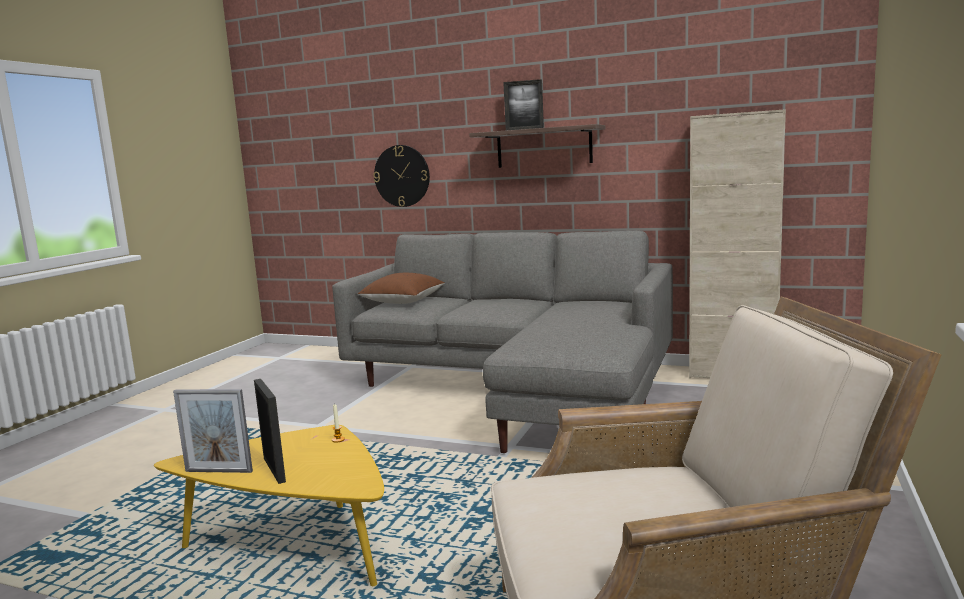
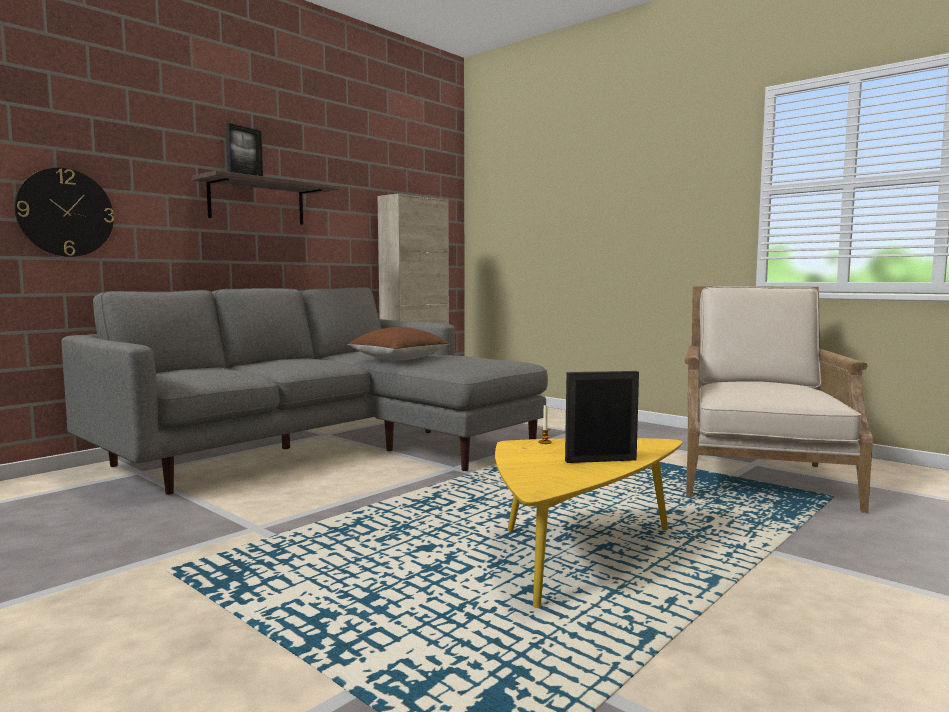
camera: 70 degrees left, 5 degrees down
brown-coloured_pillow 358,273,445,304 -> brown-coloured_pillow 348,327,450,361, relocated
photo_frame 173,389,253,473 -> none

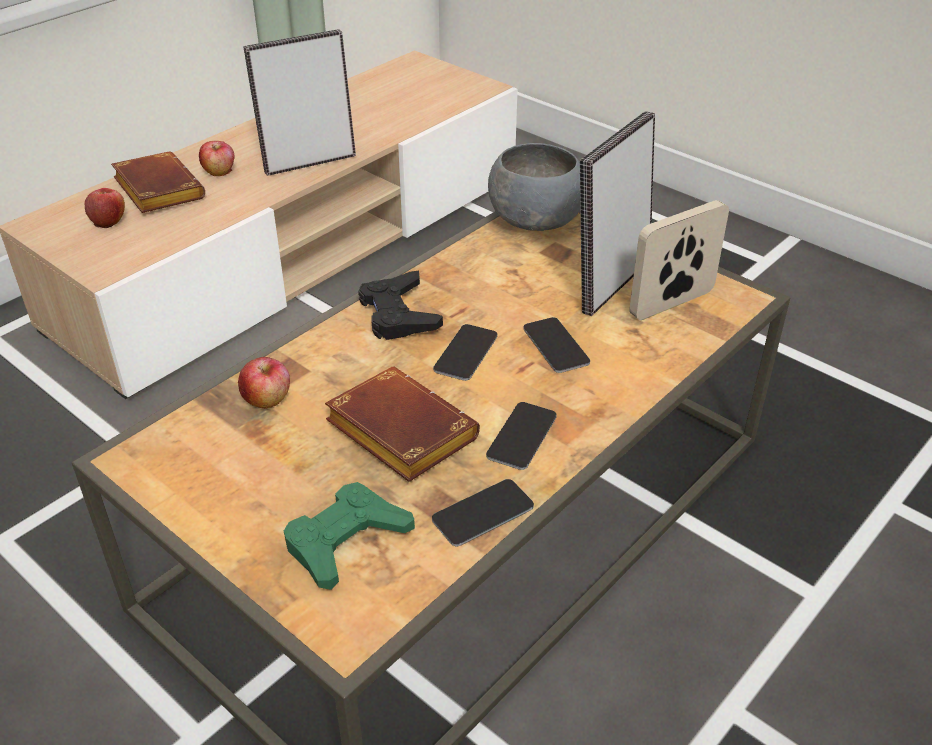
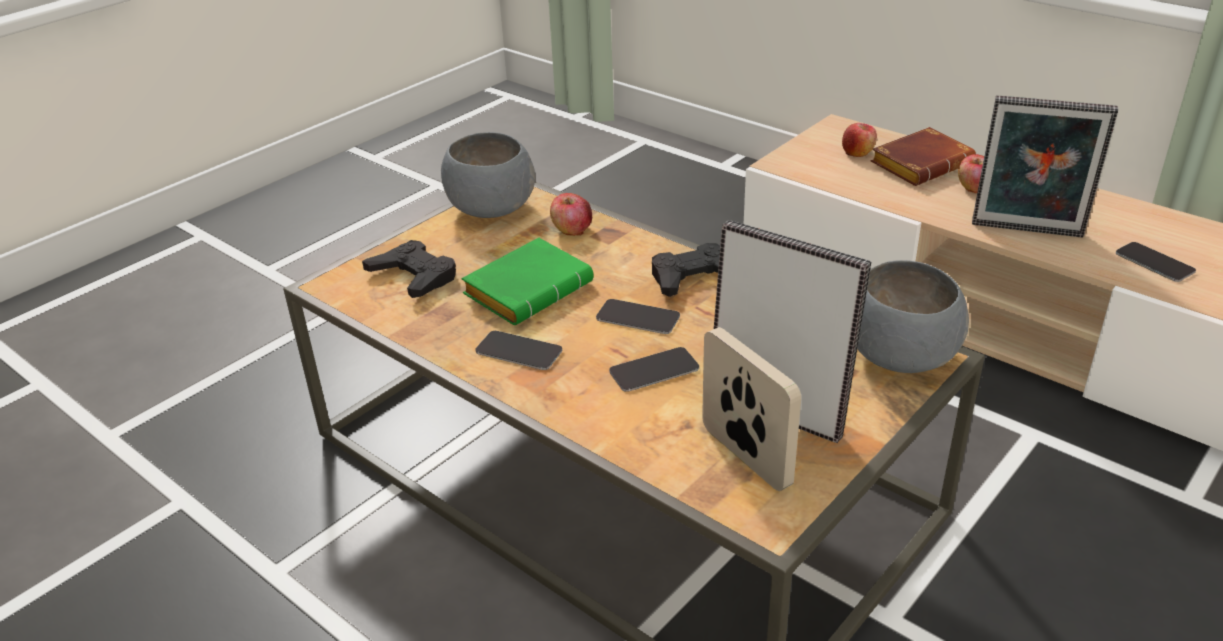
camera: 90 degrees right, 5 degrees down
photo_frame 244,29,356,176 -> photo_frame 972,96,1118,238, 135 degrees clockwise
brown-coloured_volume 325,367,480,482 -> green-coloured_volume 461,238,594,325
handset 432,479,534,546 -> handset 1116,242,1196,282, relocated
green-coloured_joypad 284,482,415,590 -> black-coloured_joypad 362,240,456,298
none -> gray_deep_dish 441,132,535,218

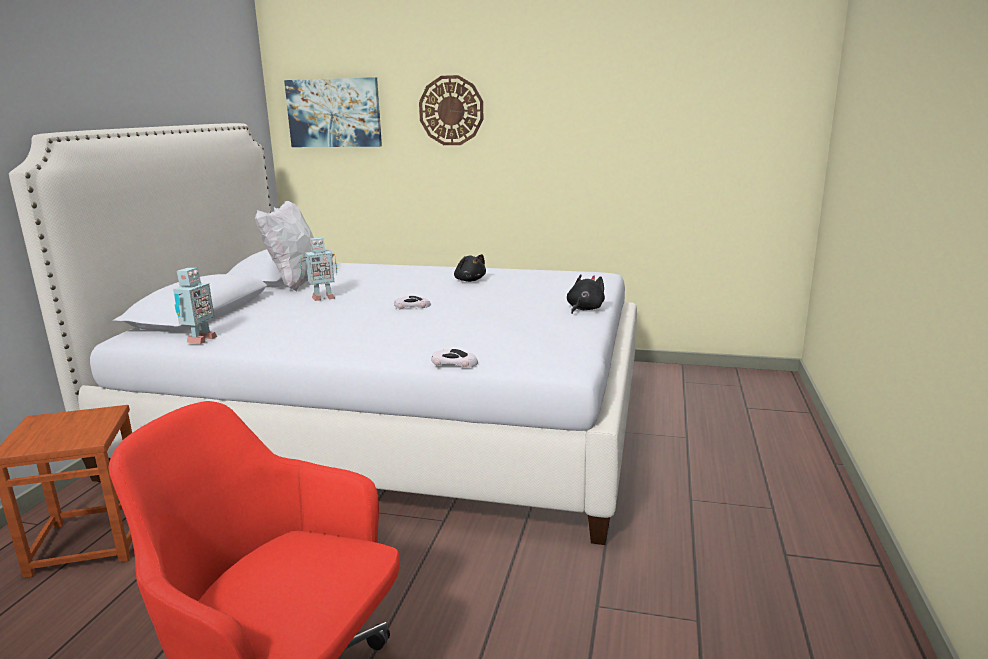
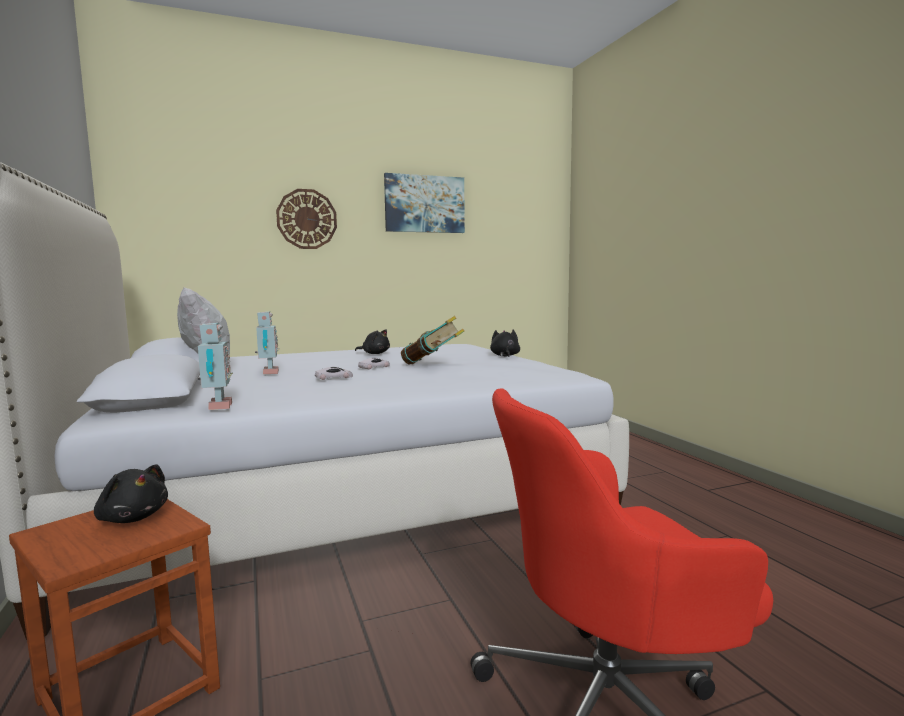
camera: 35 degrees left, 10 degrees down
picture 284,77,382,147 -> picture 384,173,465,233, relocated
robot_figure 300,237,337,301 -> robot_figure 255,312,280,374, 45 degrees counterclockwise
whitish_toy_car 431,349,478,367 -> whitish_toy_car 315,367,353,380, relocated
none -> volume 401,316,464,364
none -> black-coloured_soft_toy 94,464,168,523

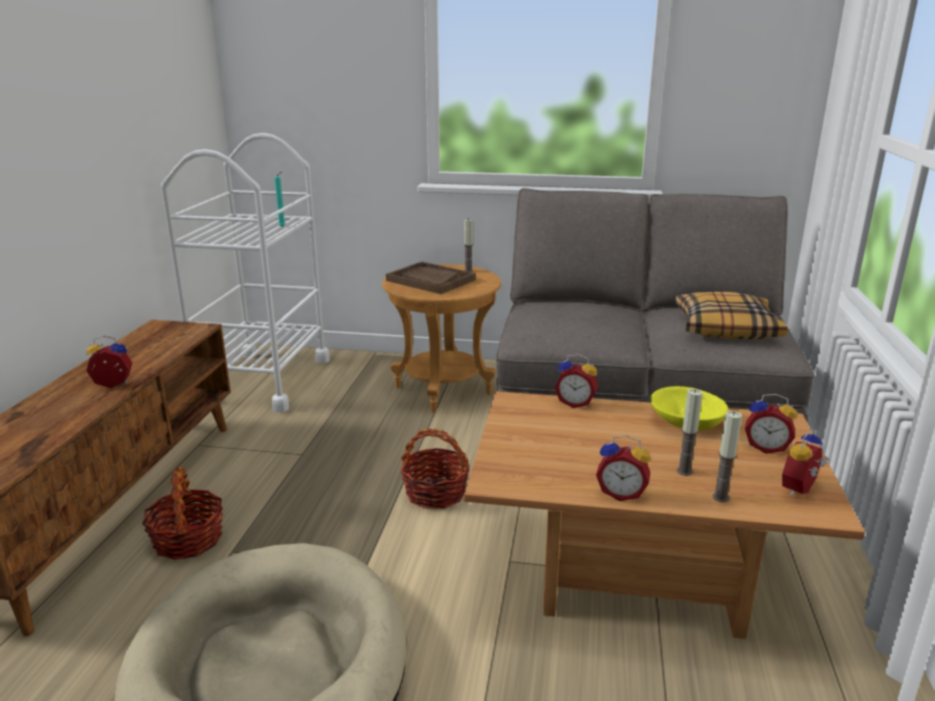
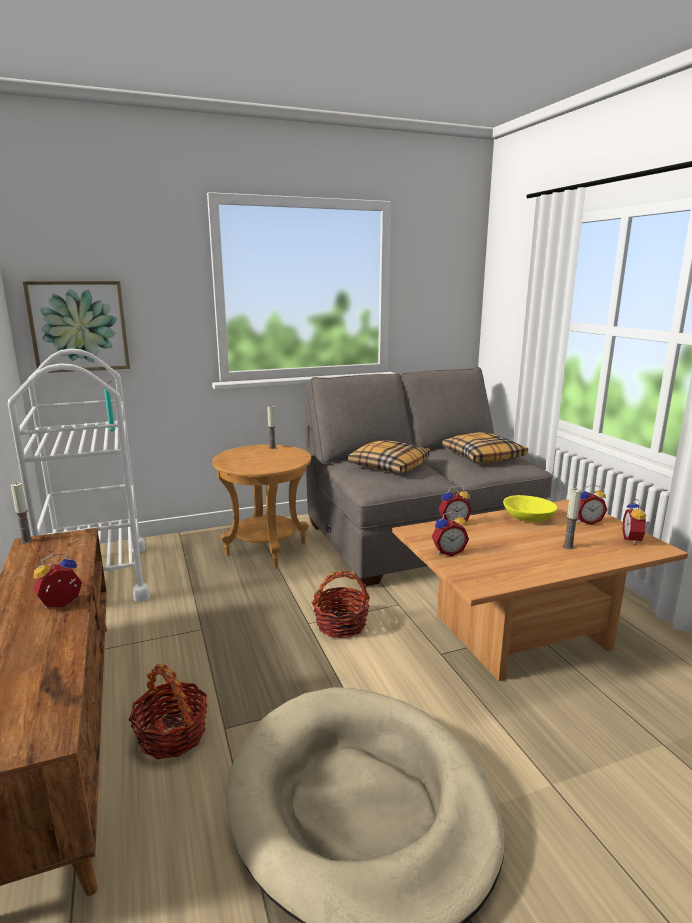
camera: 30 degrees left, 5 degrees down
brown-coloured_carrying_tray 386,262,476,294 -> none
wax_light 712,411,742,502 -> wax_light 11,482,33,543, relocated
bedside_clock 596,435,651,501 -> bedside_clock 432,511,469,556, relocated
none -> picture 22,281,130,373
none -> pillow 348,440,430,473

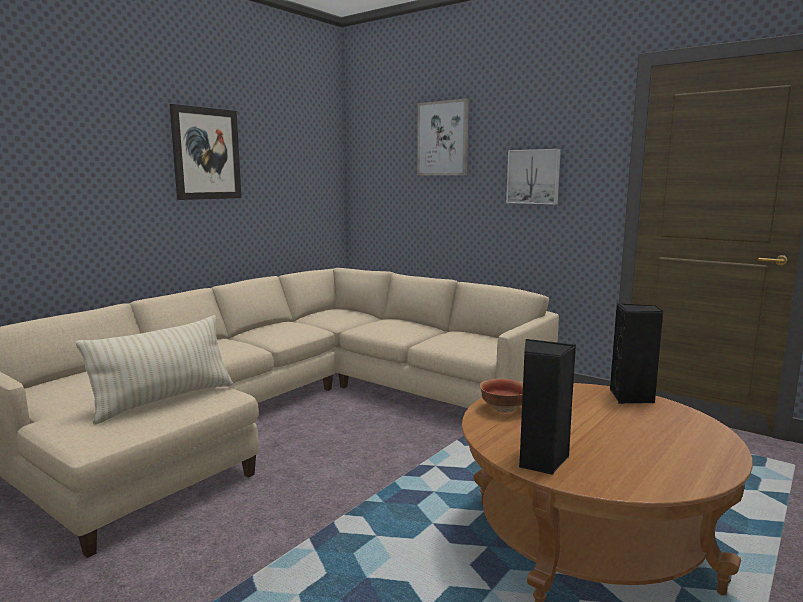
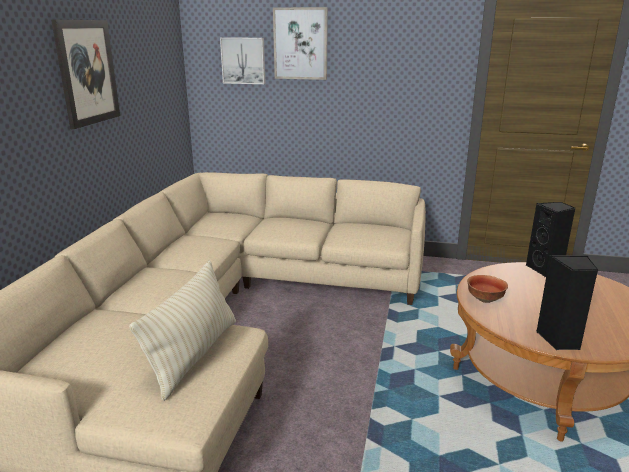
camera: 25 degrees left, 10 degrees up
picture 506,149,561,204 -> picture 220,37,266,84, relocated

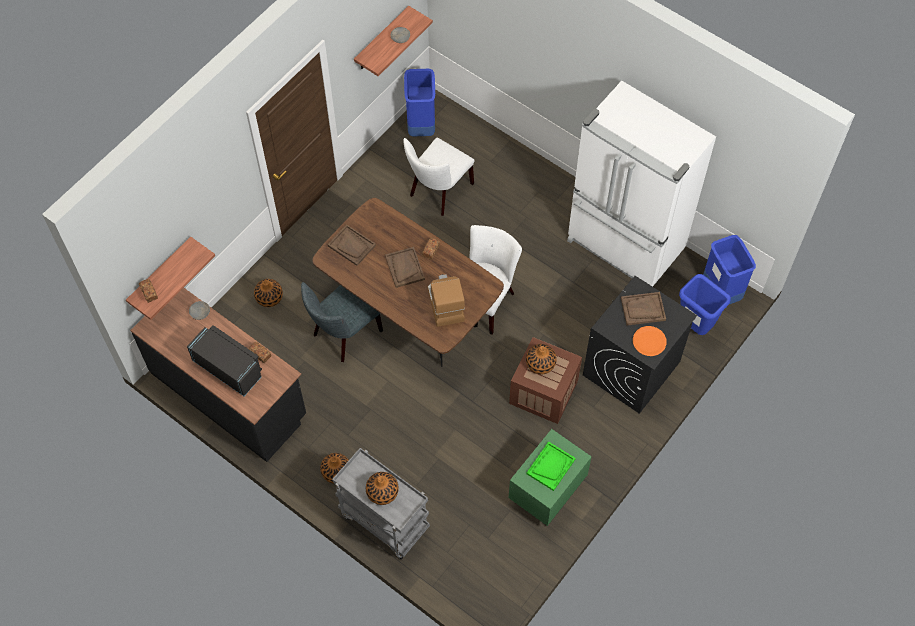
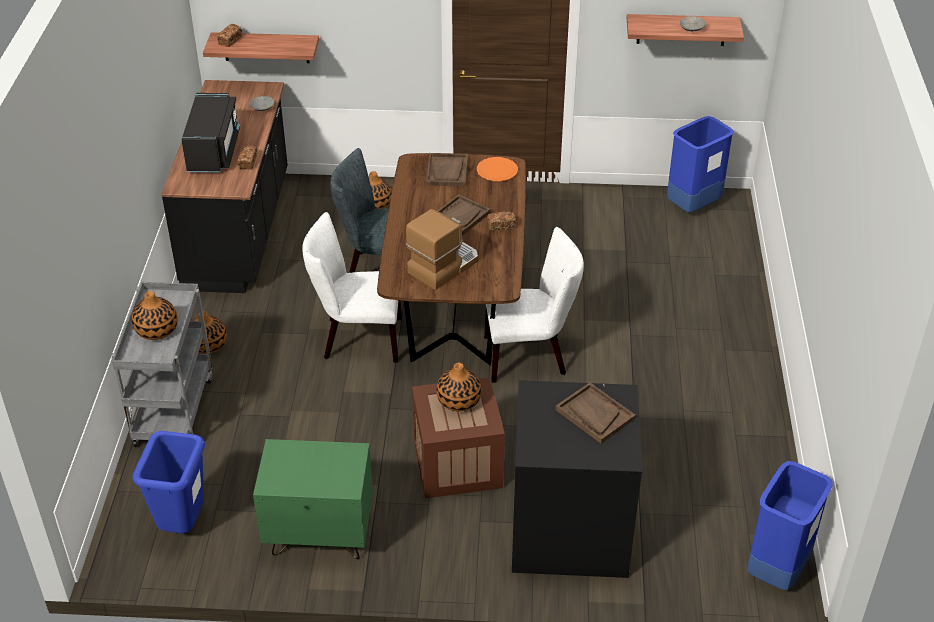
camera: 55 degrees right, 20 degrees down
whitish_kitchen_fridge 567,81,716,287 -> none
whitish_plain_chair 403,138,474,216 -> whitish_plain_chair 302,212,402,363, relocated
bluish_waste_bin 679,274,731,335 -> bluish_waste_bin 133,431,205,533, relocated
orange_flat_dish 633,326,667,356 -> orange_flat_dish 477,157,518,181, relocated
green-coloured_carrying_tray 526,441,576,491 -> none

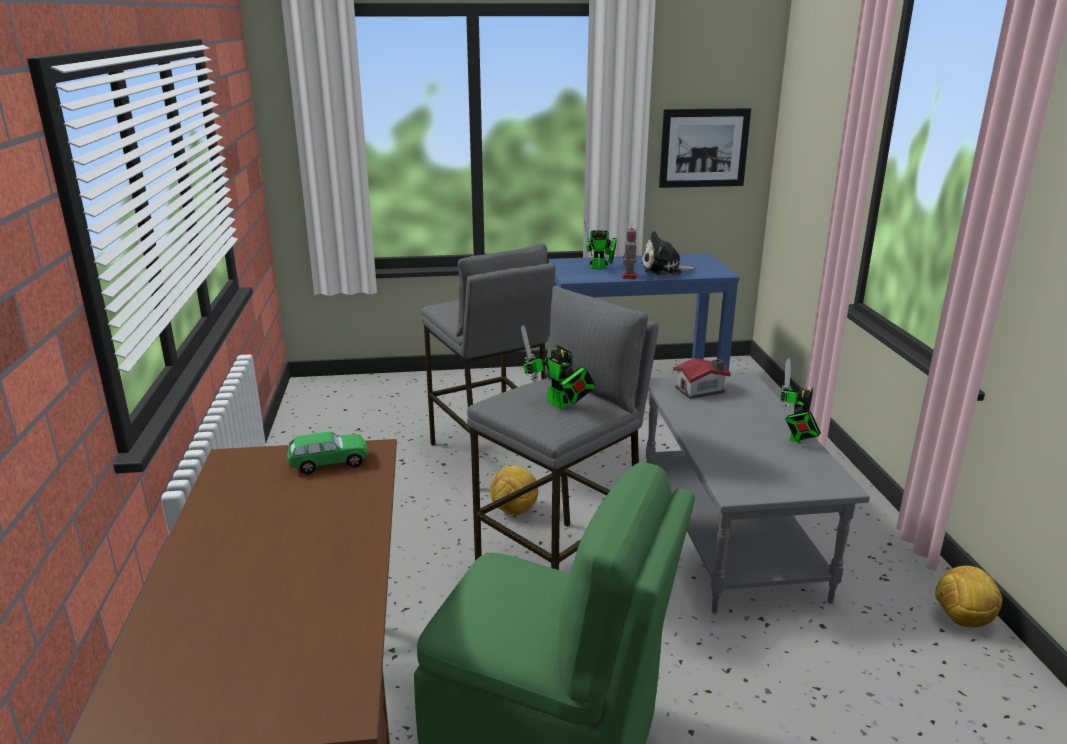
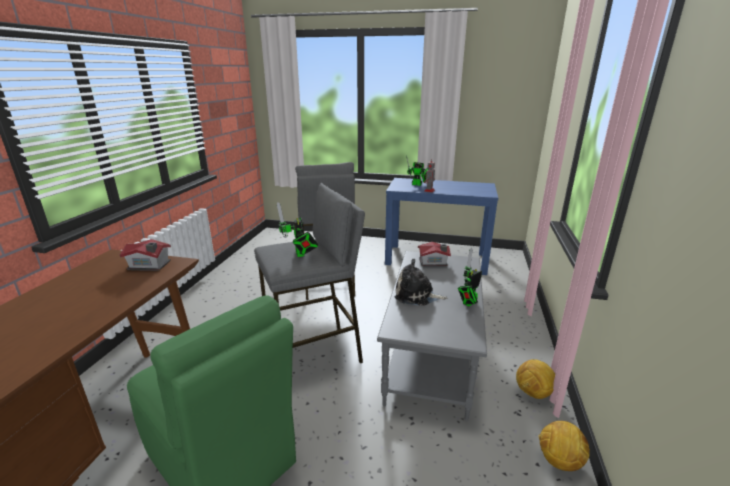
camera: 20 degrees right, 0 degrees up
picture 659,108,751,188 -> none
soft_toy 641,231,695,275 -> soft_toy 395,259,448,306, relocated
green-coloured_toy_car 287,432,368,475 -> model_house 120,239,171,271
ball_for_football 490,466,538,515 -> ball_for_football 516,359,555,399, relocated

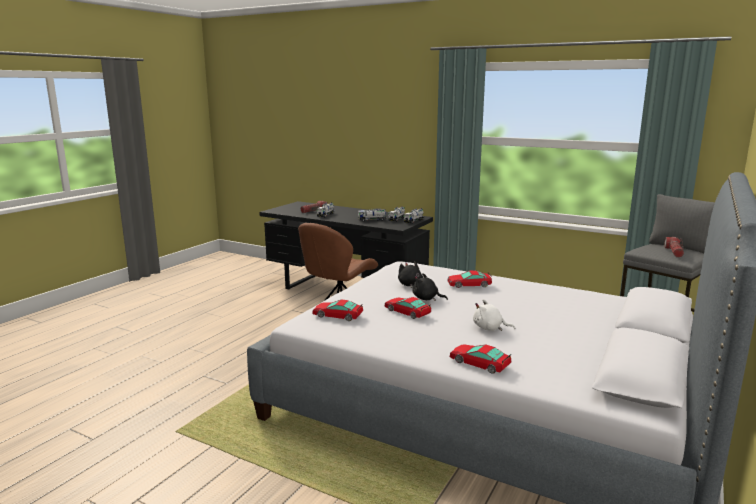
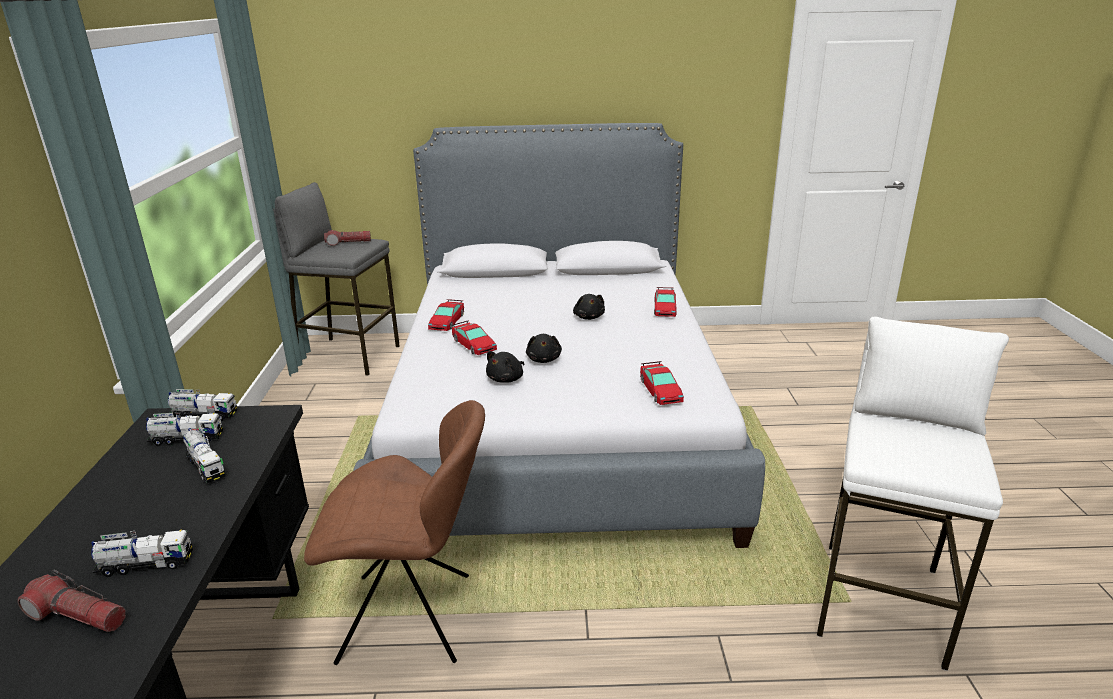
camera: 120 degrees left, 10 degrees up
toy_car 385,297,431,319 -> toy_car 428,299,464,331, relocated
whitish_soft_toy 473,299,515,331 -> black-coloured_soft_toy 573,294,605,320
none -> whitish_stool_seat 817,317,1009,671

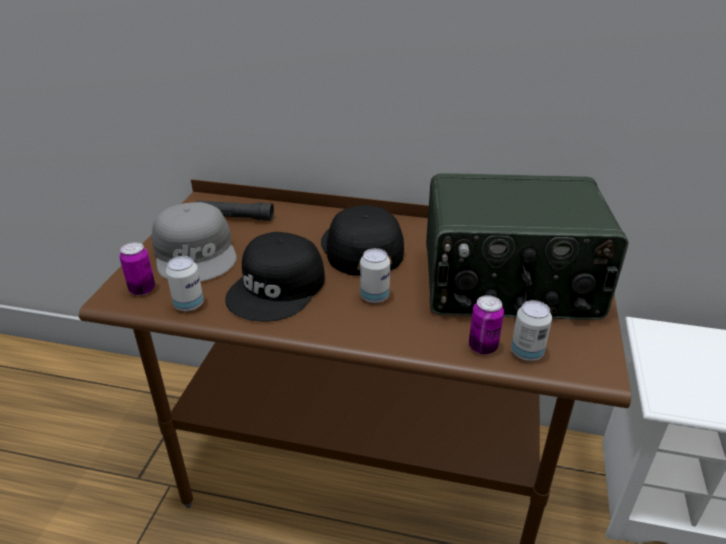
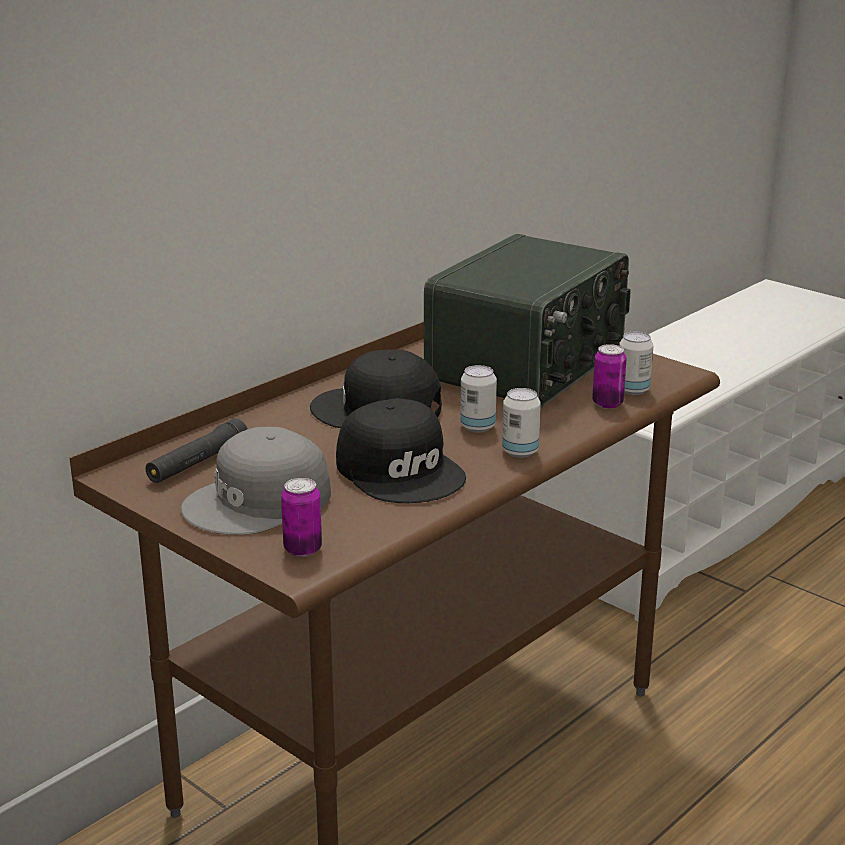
camera: 60 degrees left, 10 degrees down
gray_peaked_cap 152,202,237,282 -> gray_peaked_cap 180,427,331,535, 135 degrees clockwise
can 166,256,204,312 -> can 502,388,541,458, relocated

